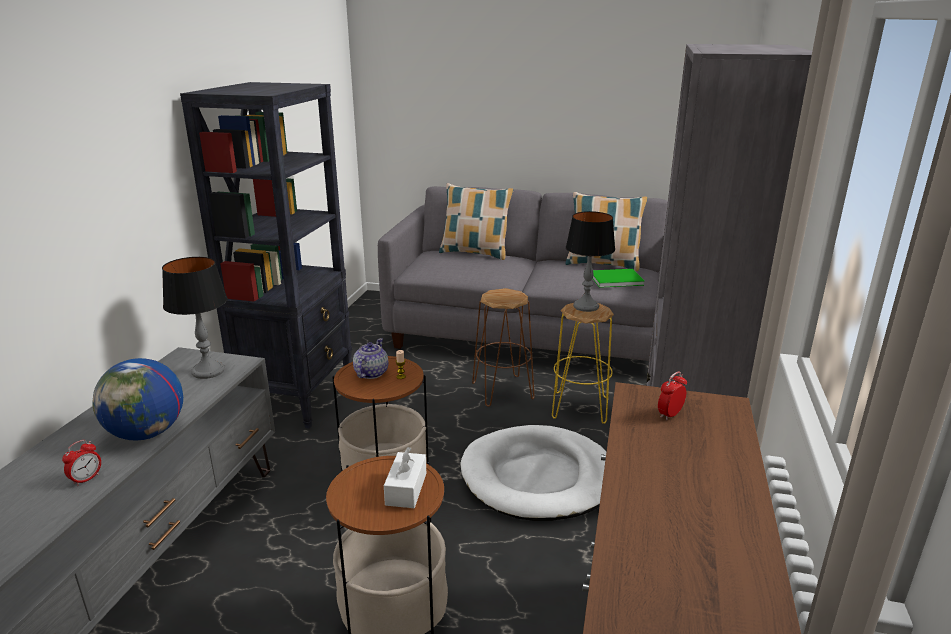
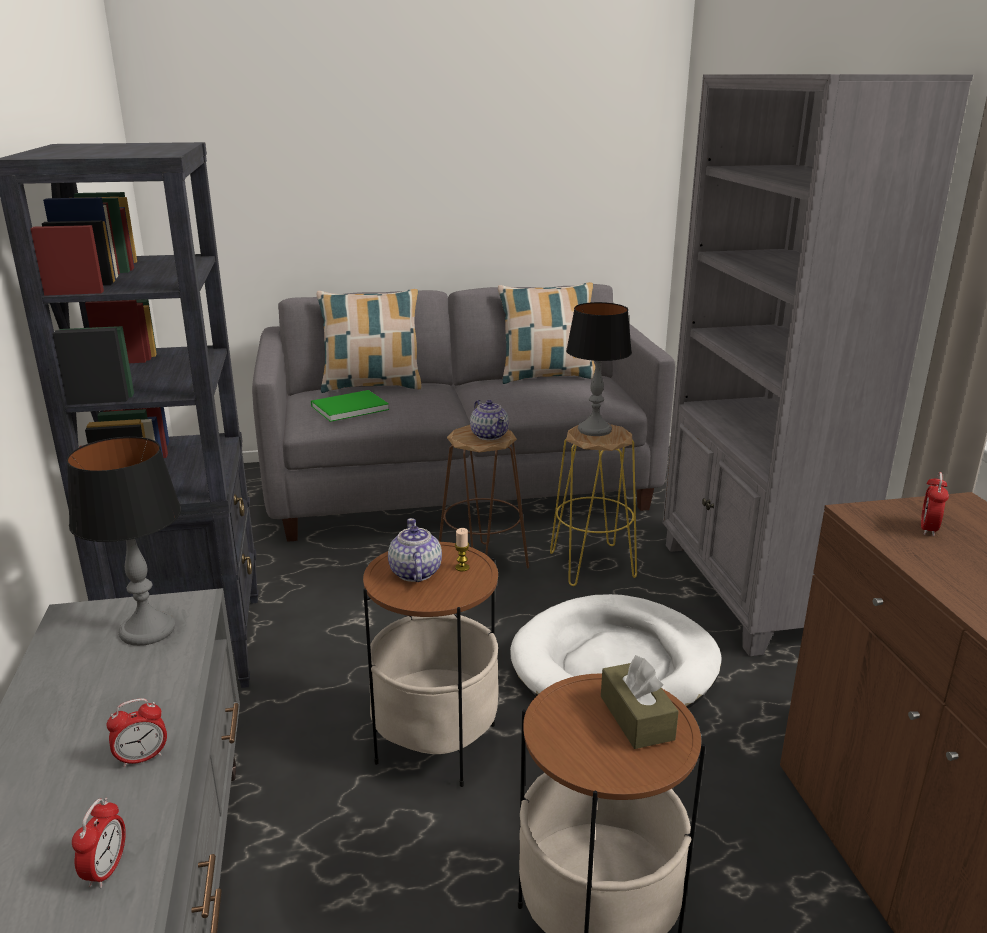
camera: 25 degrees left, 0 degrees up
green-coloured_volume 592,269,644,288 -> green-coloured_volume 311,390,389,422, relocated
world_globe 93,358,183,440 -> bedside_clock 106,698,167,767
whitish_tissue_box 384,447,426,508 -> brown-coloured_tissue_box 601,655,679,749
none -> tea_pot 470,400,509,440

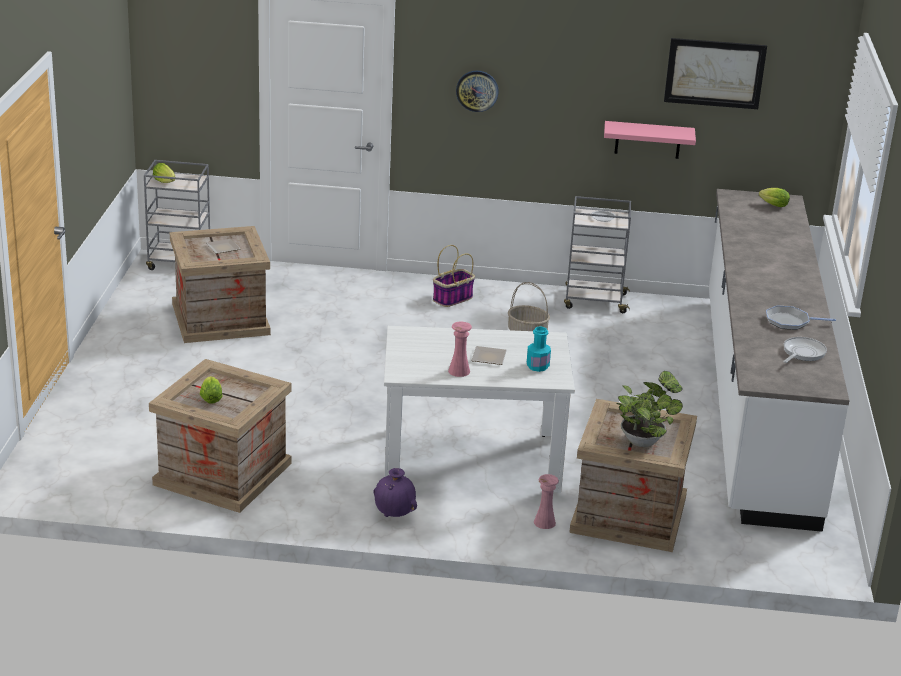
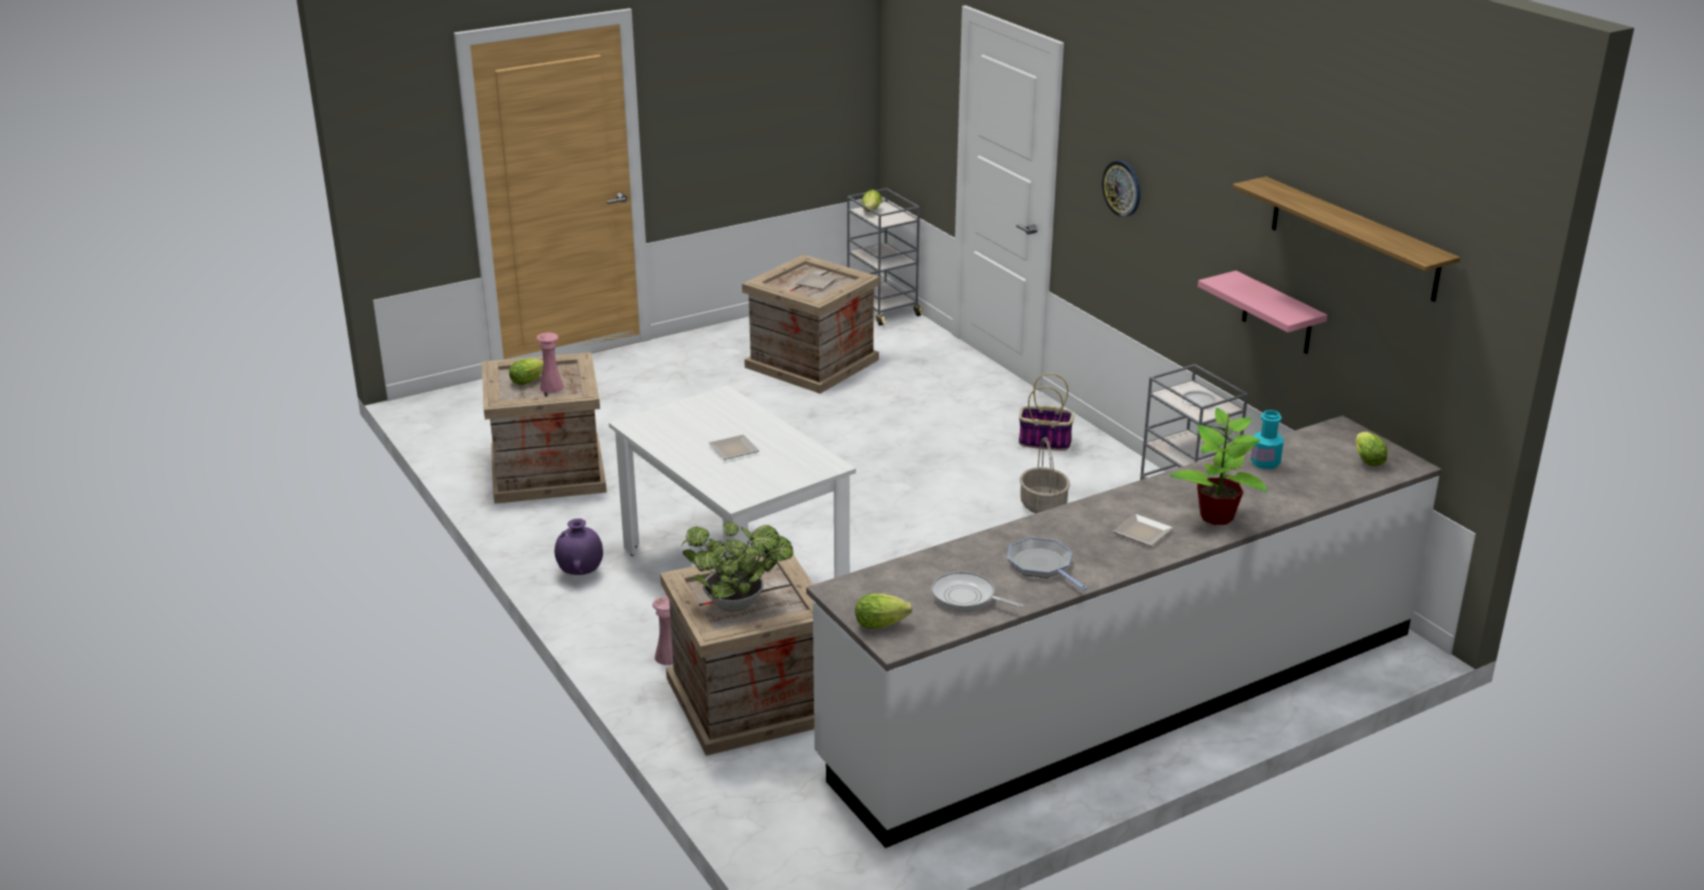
camera: 55 degrees right, 0 degrees up
picture 664,38,767,109 -> bracket_shelf 1232,176,1460,302
pink-coloured_flower_vase 448,322,472,377 -> pink-coloured_flower_vase 536,333,564,393, relocated
turquoise-coloured_drink_bottle 527,326,551,372 -> turquoise-coloured_drink_bottle 1251,410,1284,469, relocated
frying_pan 783,337,827,363 -> frying_pan 931,571,1024,611, 150 degrees counterclockwise
none -> houseplant 1170,408,1268,525
none -> flat_dish 1113,514,1173,546
none -> lettuce_head 855,594,912,629

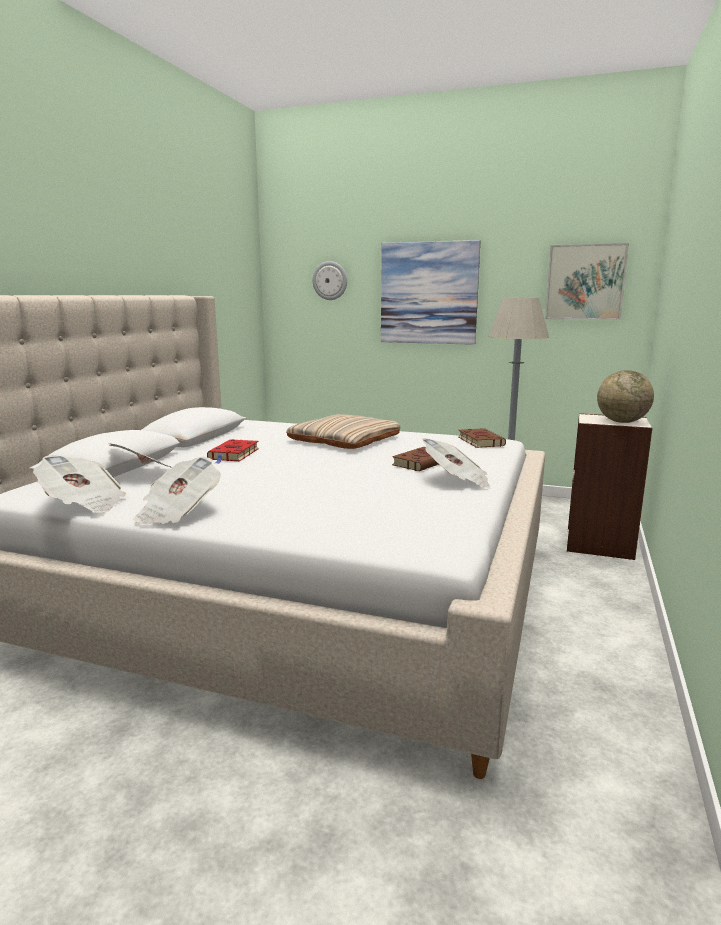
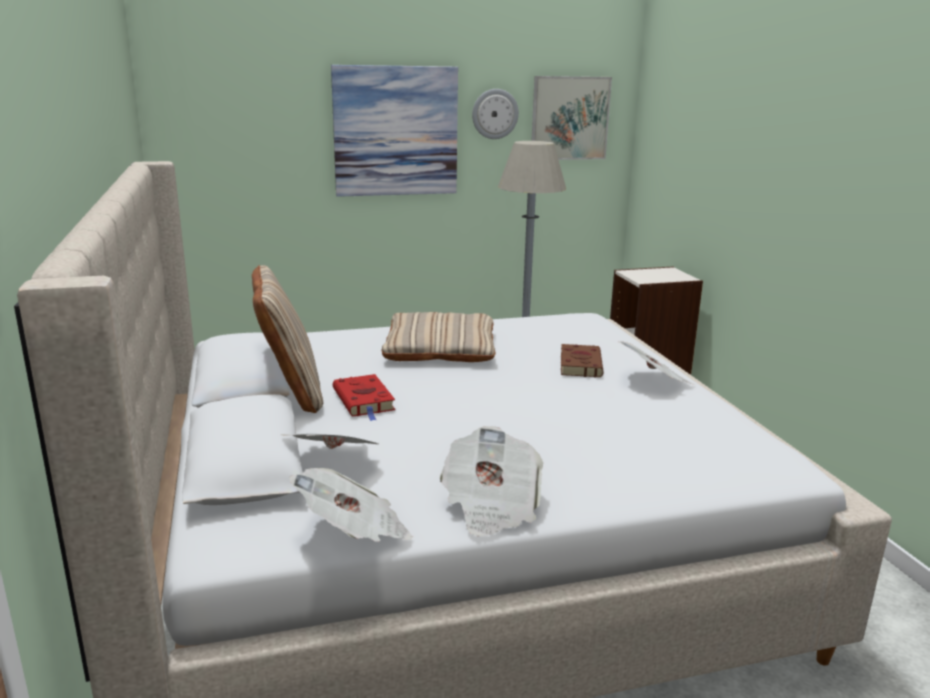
camera: 35 degrees left, 5 degrees up
hanging_clock 313,261,347,300 -> hanging_clock 472,89,519,139, relocated
world_globe 597,370,654,423 -> none
brown-coloured_volume 459,428,506,448 -> none
none -> sand-coloured_pillow 252,265,323,413

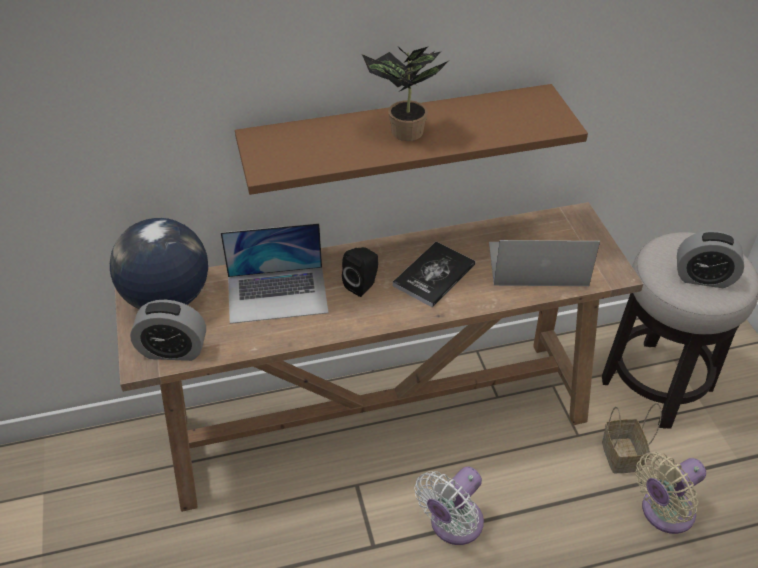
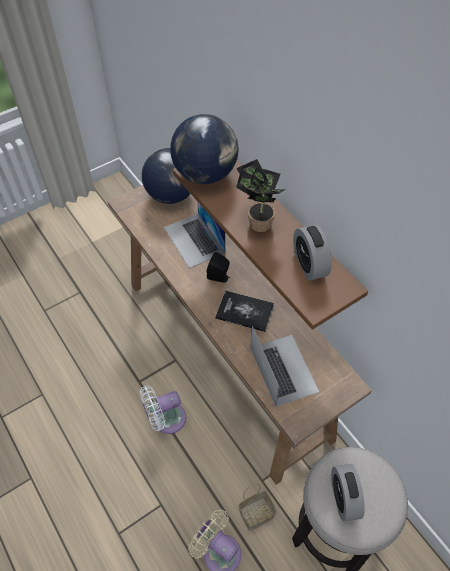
camera: 70 degrees right, 10 degrees up
bedside_clock 130,300,206,361 -> bedside_clock 293,224,332,280, relocated
whitish_electric_fan 414,467,484,545 -> whitish_electric_fan 140,386,186,434, 45 degrees counterclockwise
none -> world_globe 170,114,239,184

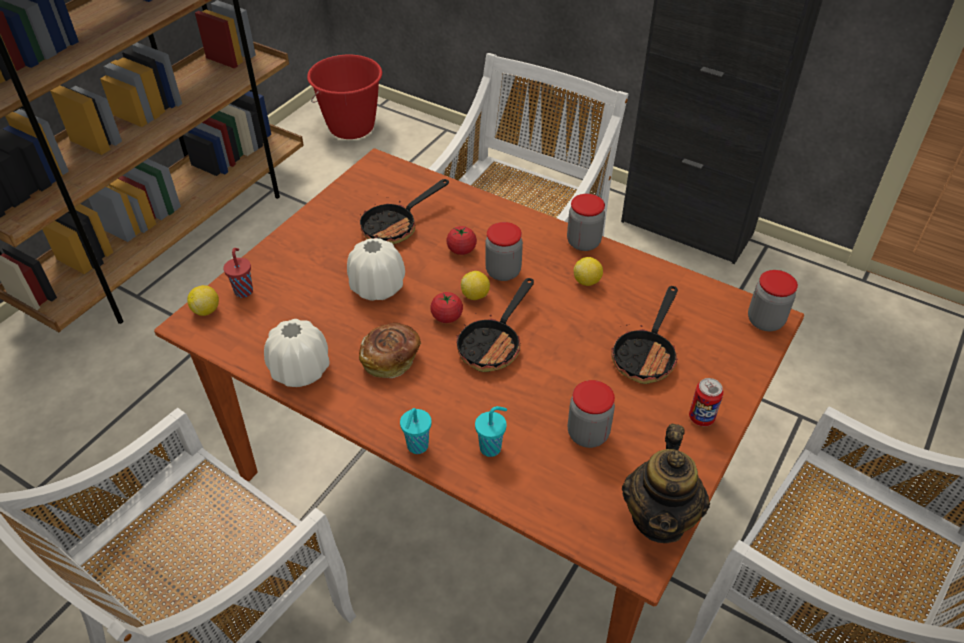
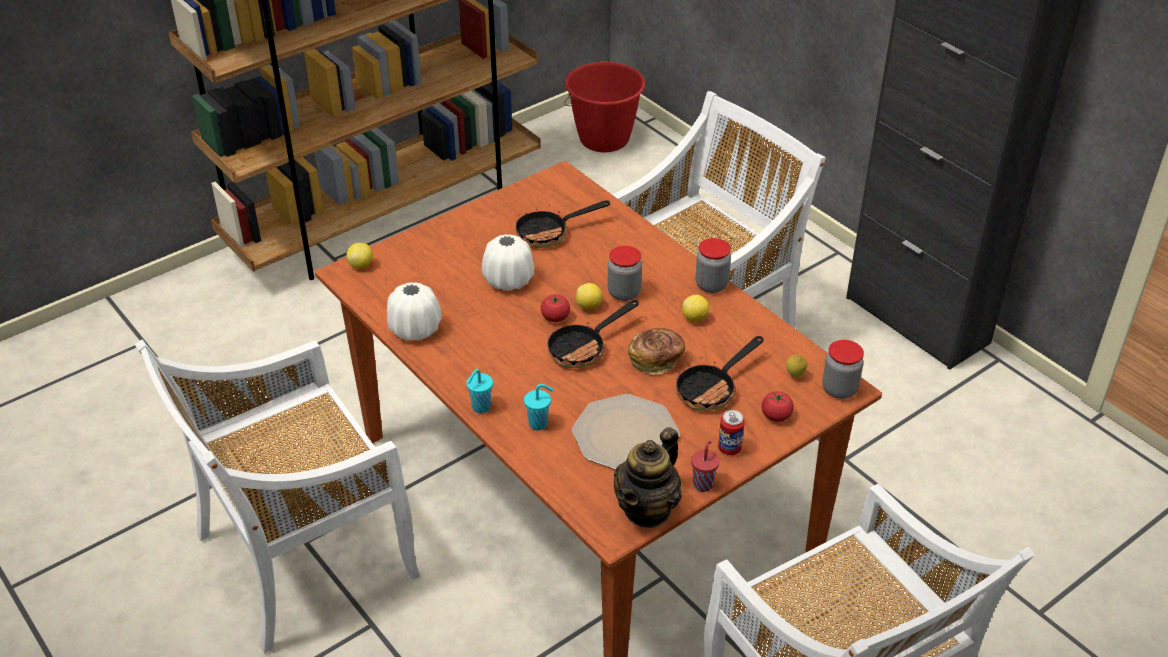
camera: 20 degrees right, 5 degrees down
whole_tomato 446,226,477,255 -> whole_tomato 761,391,794,422, relocated
reddish_drinking_cup 223,248,253,298 -> reddish_drinking_cup 691,441,719,492, relocated
bakery_bread 359,323,421,378 -> bakery_bread 628,328,685,375, relocated
jar 568,380,615,448 -> flat_dish 572,394,680,470
none -> lemon 786,354,807,377

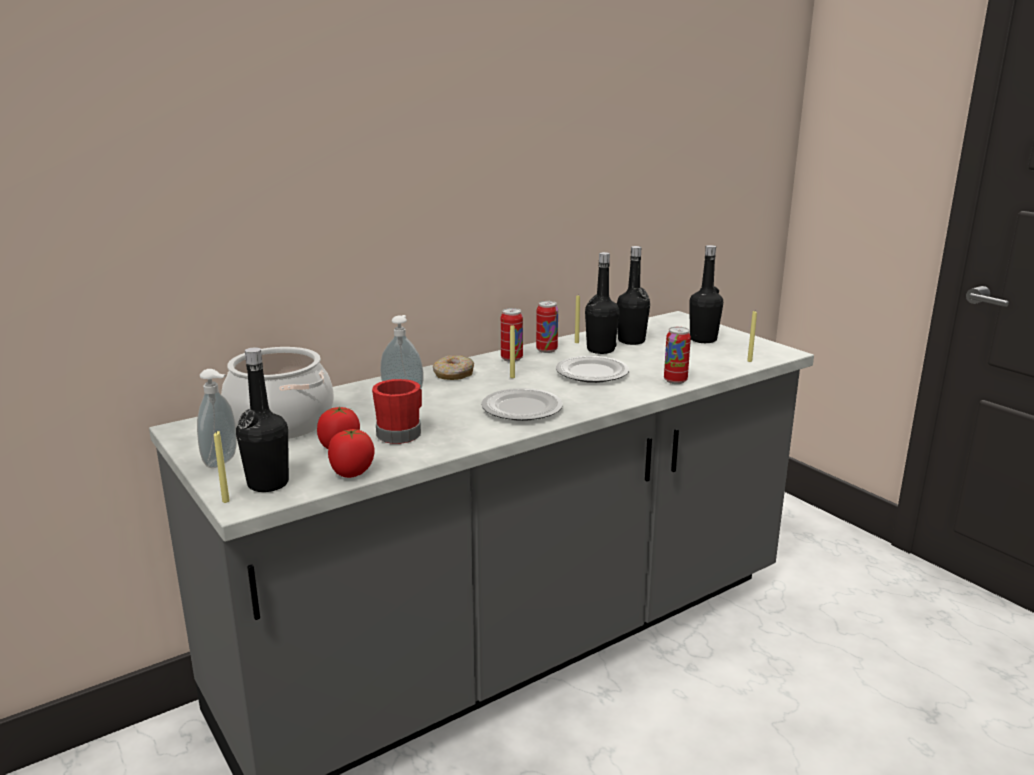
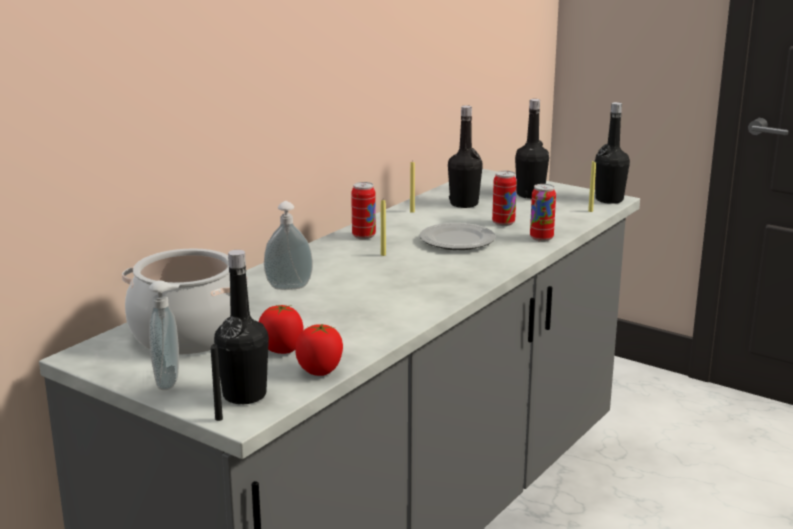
camera: 20 degrees left, 0 degrees up
black-coloured_drink_bottle 585,252,620,354 -> black-coloured_drink_bottle 595,102,630,204, relocated
can 536,301,558,353 -> can 492,171,517,226, relocated
donut 433,355,474,380 -> none
reddish_tea_mug 372,379,422,444 -> none
flat_dish 481,388,563,421 -> none
yellow_wax_light 214,431,230,503 -> black-coloured_wax_light 211,344,223,421

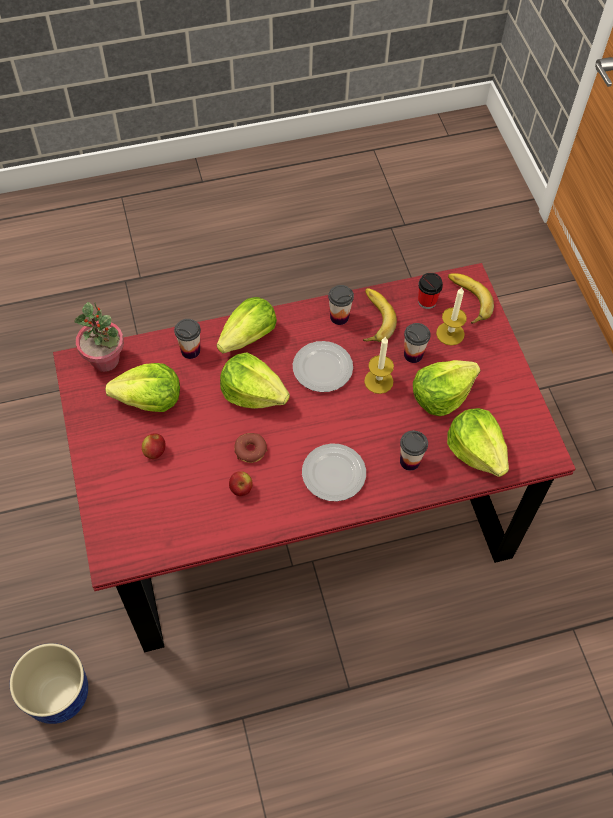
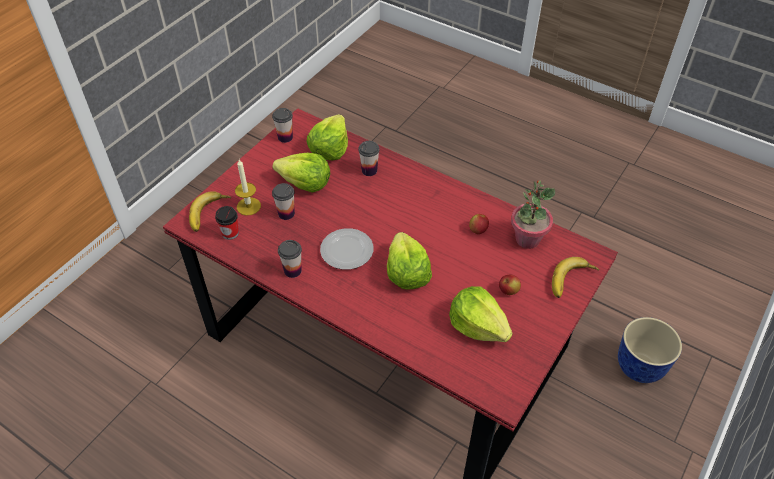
camera: 130 degrees left, 10 degrees down
banana 363,288,397,342 -> banana 552,257,599,298, relocated
lettuce_head 217,297,277,353 -> none
houseplant 74,302,124,372 -> houseplant 511,180,555,249, relocated
drinking_cup 174,319,201,359 -> drinking_cup 272,108,293,143, relocated
wax_light 364,336,394,394 -> none
donut 235,433,267,463 -> none
flat_dish 302,444,366,501 -> none

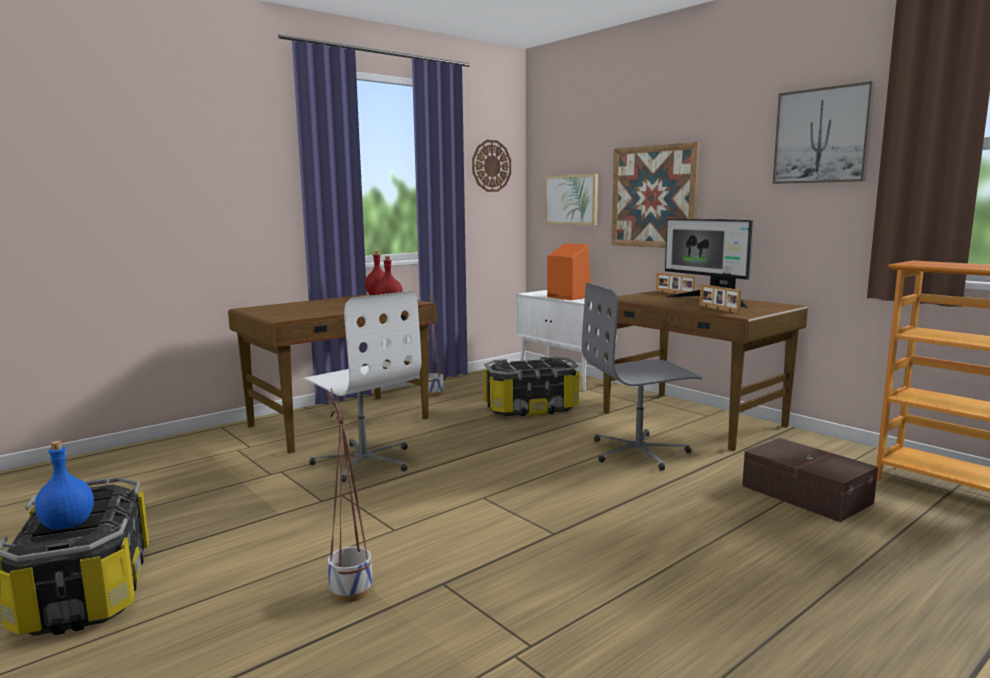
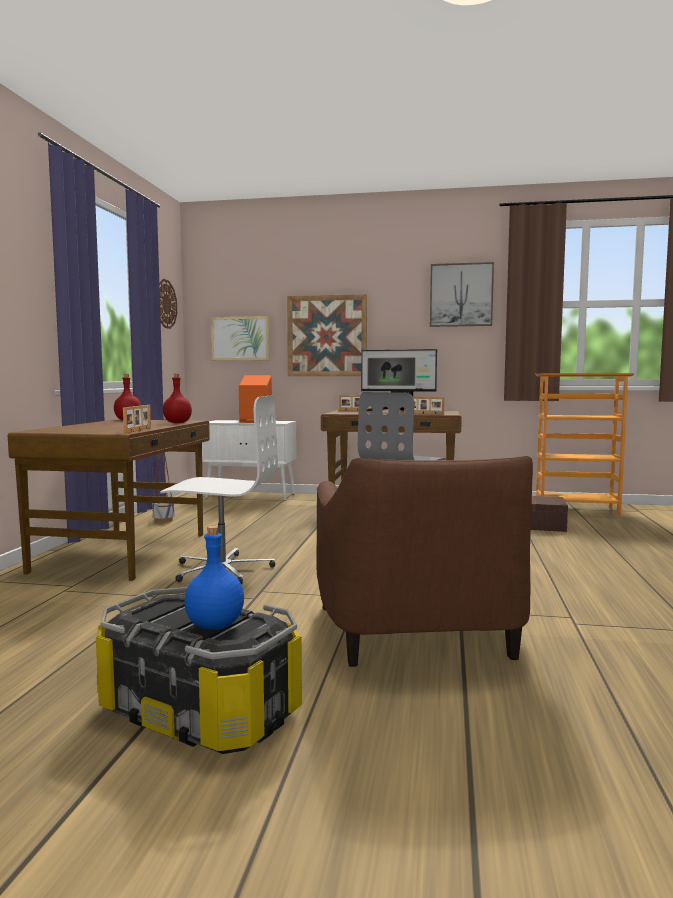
camera: 40 degrees left, 5 degrees down
storage_box 484,356,579,416 -> none
plant_pot 327,388,372,602 -> brown-coloured_lounge_chair 317,456,533,667
none -> photo_frame 123,405,151,433

